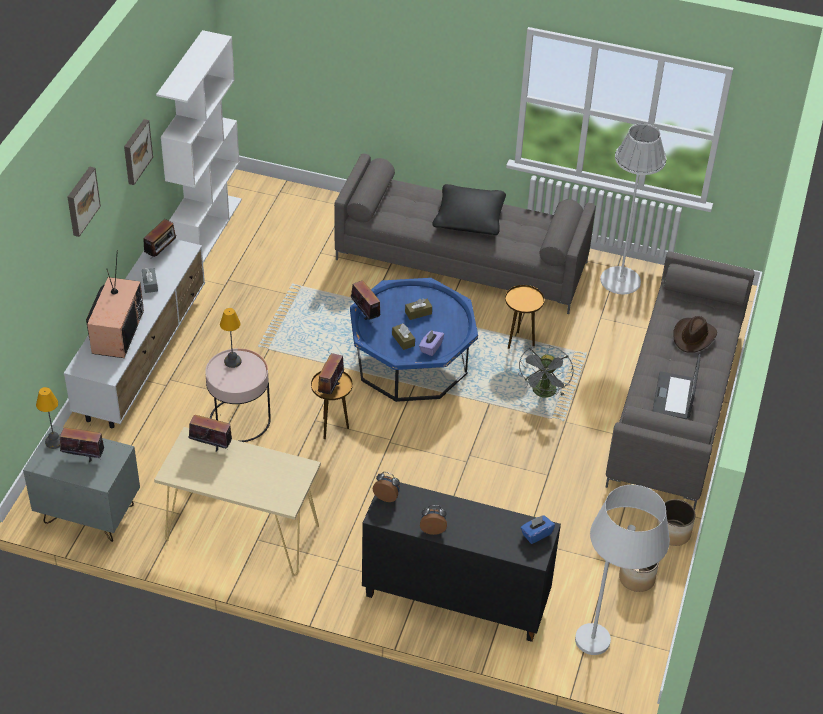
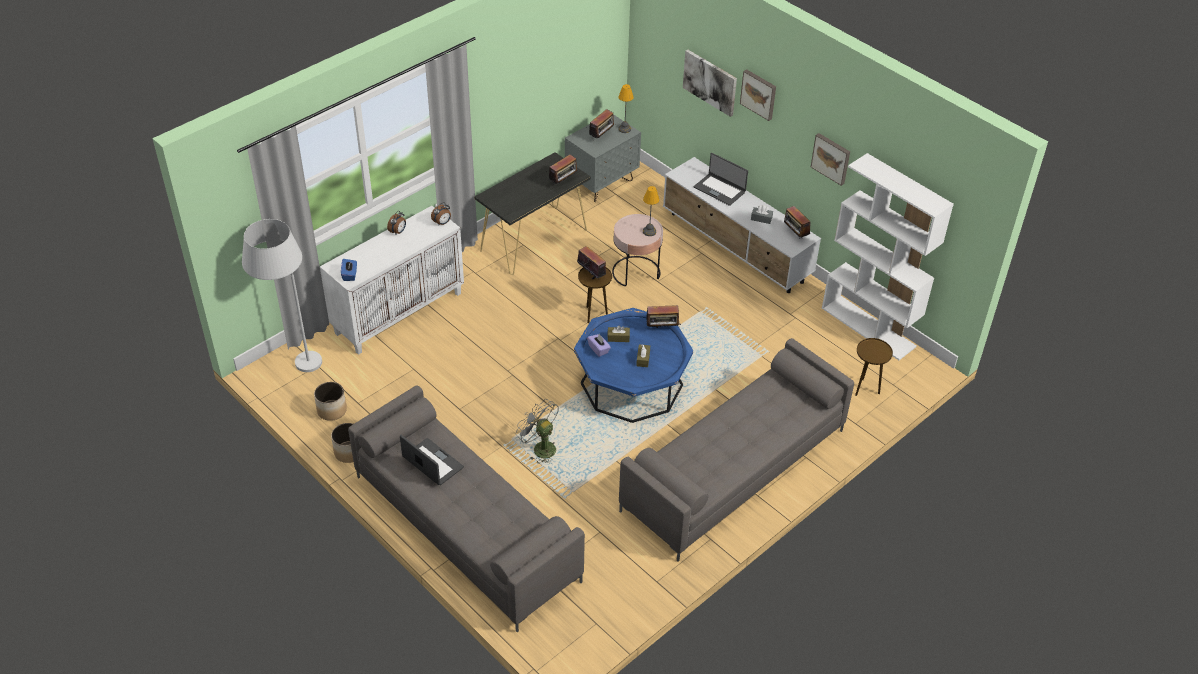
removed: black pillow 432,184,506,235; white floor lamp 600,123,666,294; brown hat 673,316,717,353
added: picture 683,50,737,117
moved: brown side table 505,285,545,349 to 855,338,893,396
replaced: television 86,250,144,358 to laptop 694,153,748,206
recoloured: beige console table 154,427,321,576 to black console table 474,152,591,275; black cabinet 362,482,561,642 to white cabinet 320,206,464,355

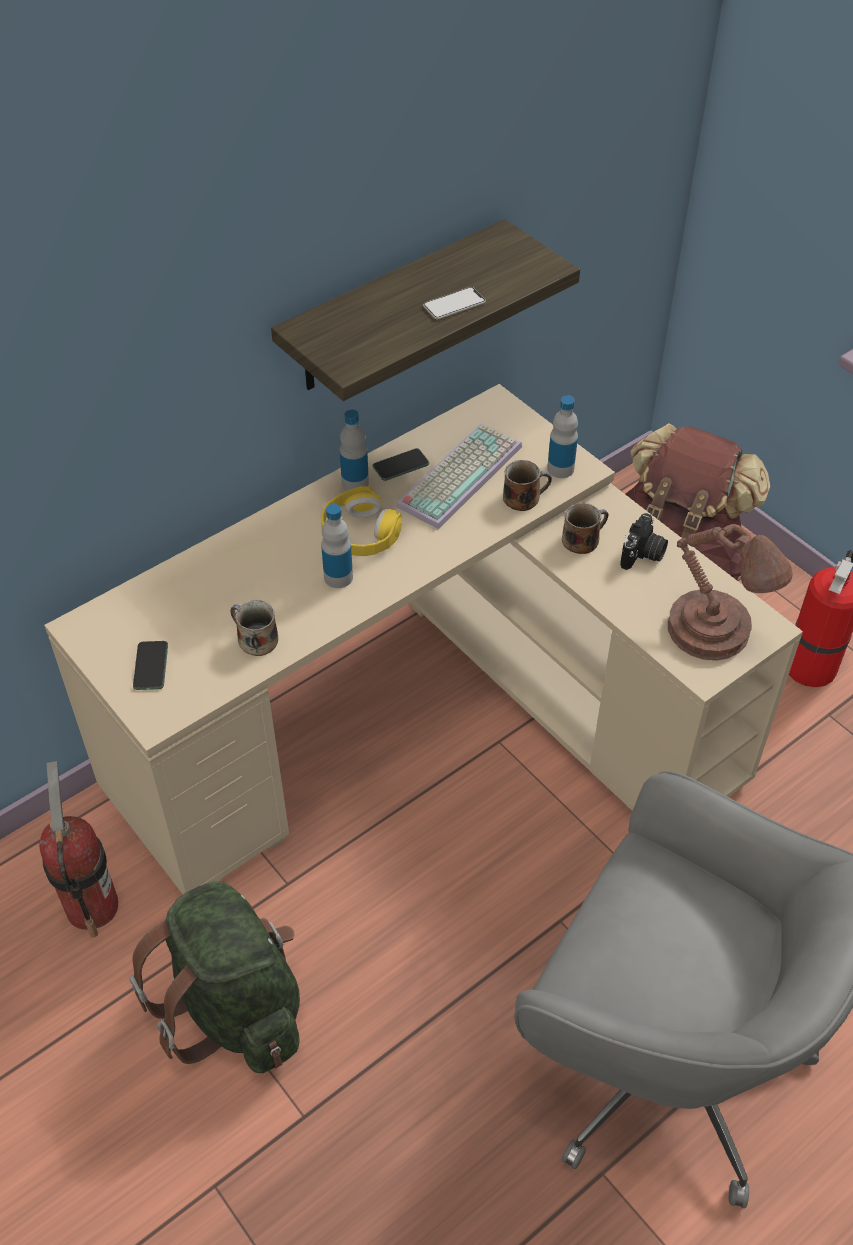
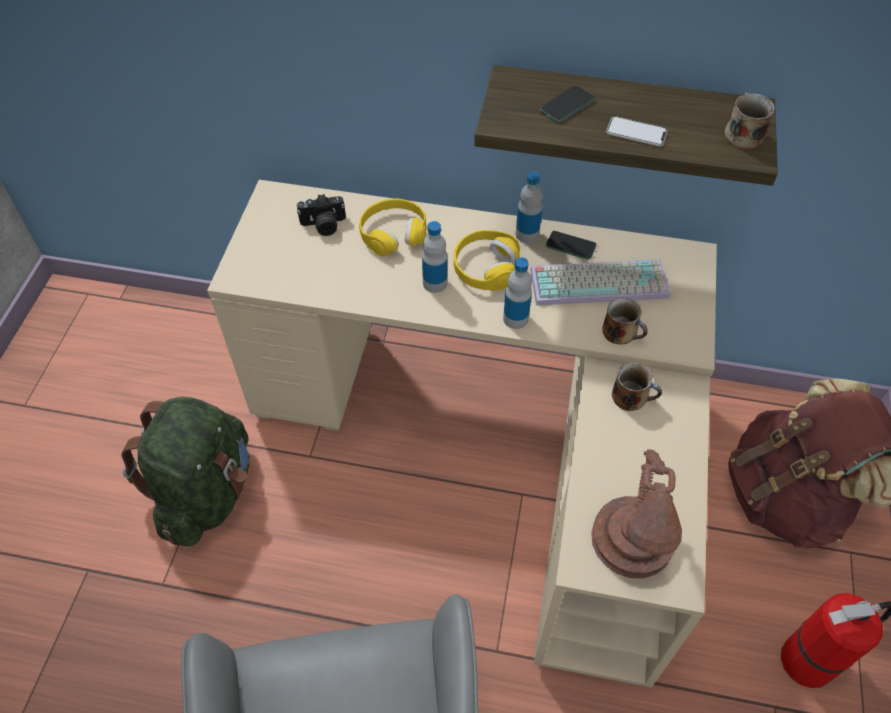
removed: fire extinguisher 39,761,118,937
added: yellow headphones 359,199,426,257
moved: phone 133,641,168,690 to 539,85,595,123; mug 231,600,278,656 to 725,93,775,150; bottle 547,395,578,478 to 503,257,532,329; photo camera 620,513,668,570 to 297,194,346,236

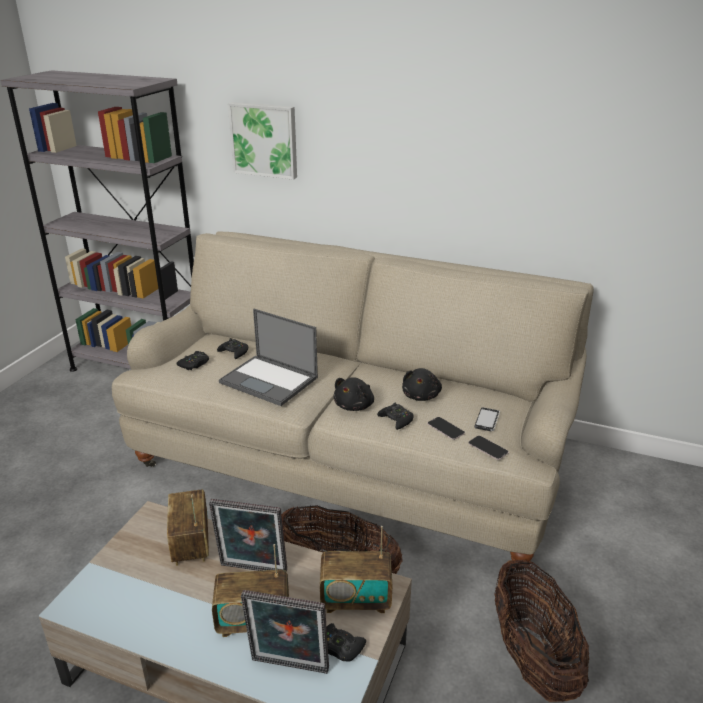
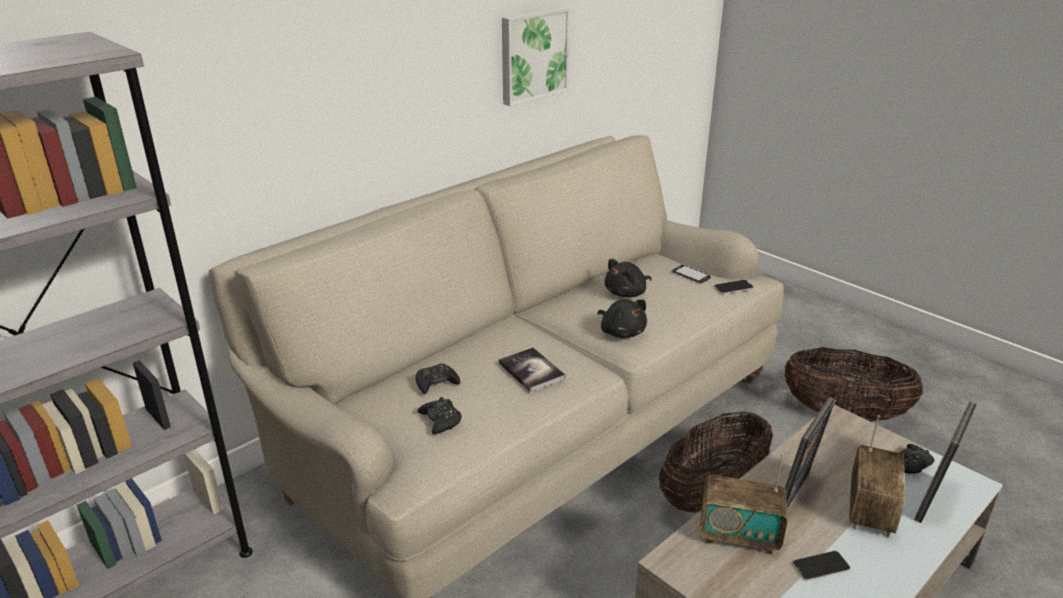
removed: radio 320,526,392,613; black game controller 377,403,414,430
moved: picture 228,102,297,180 to 502,7,570,106; phone 428,417,465,440 to 792,551,850,581
replaced: laptop 219,309,318,406 to book 499,348,565,392
turned: black plush toy 402,368,442,401 = 604,259,651,297 105 degrees clockwise

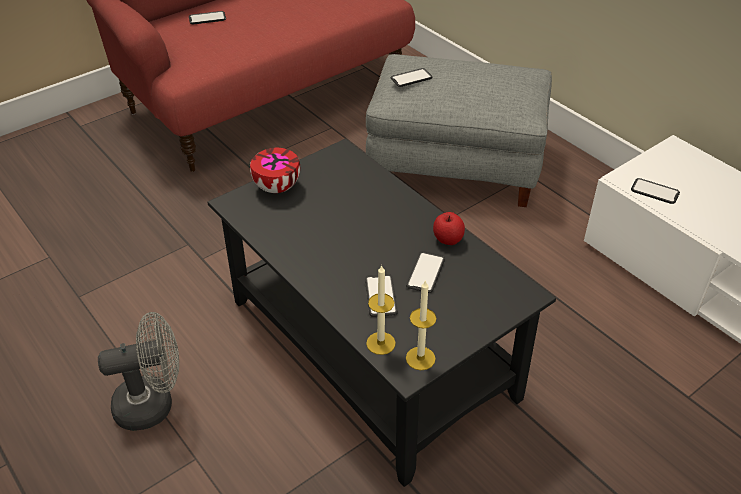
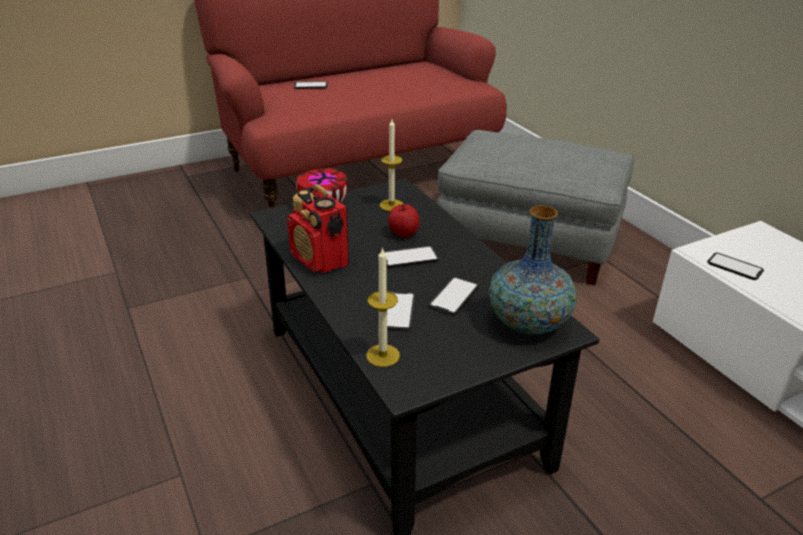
removed: grey fan 98,312,179,431
added: radio 287,184,349,273; vase 489,205,577,334
moved: phone 391,68,432,87 to 384,245,440,268; candle 406,280,436,370 to 380,119,403,211; apple 433,212,465,245 to 388,204,420,238

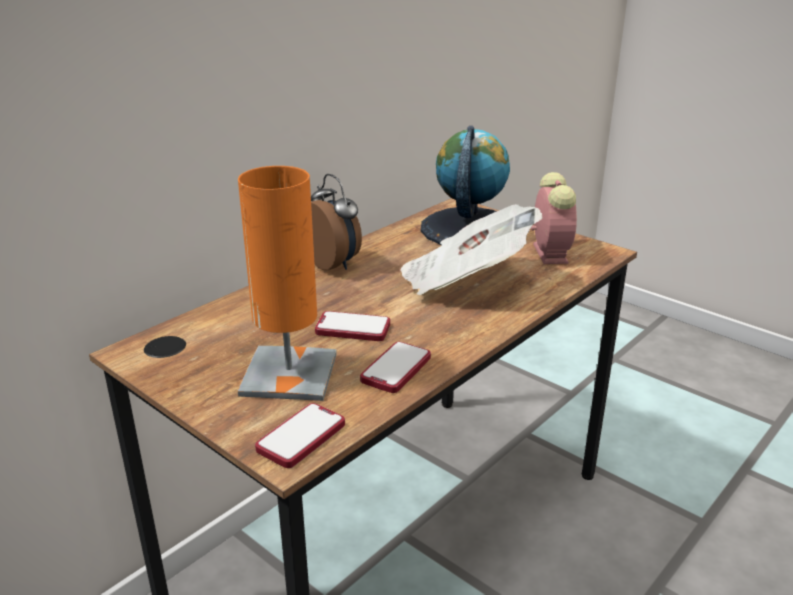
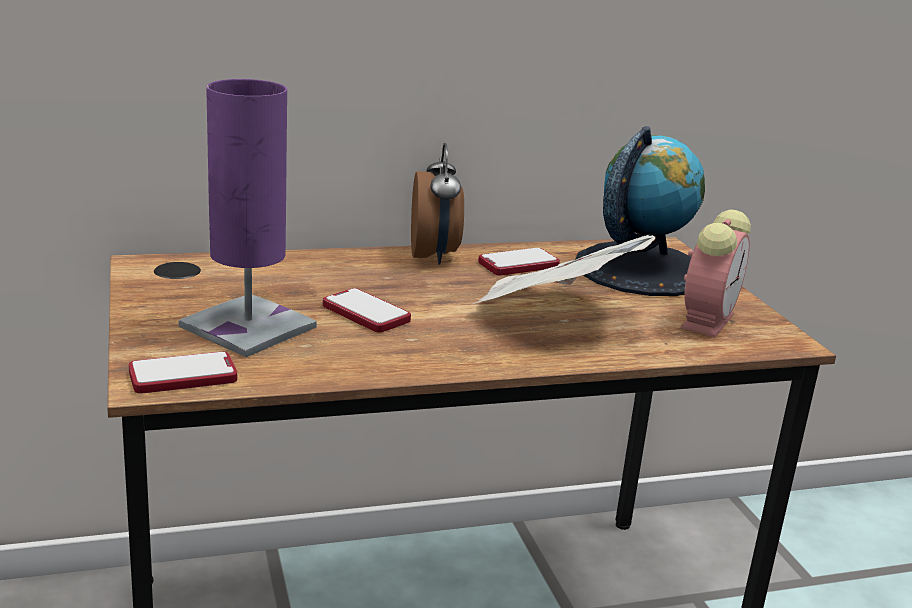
moved: phone 360,342,431,393 to 478,248,560,275
recoloured: orange table lamp 238,166,337,401 to purple table lamp 178,79,317,357

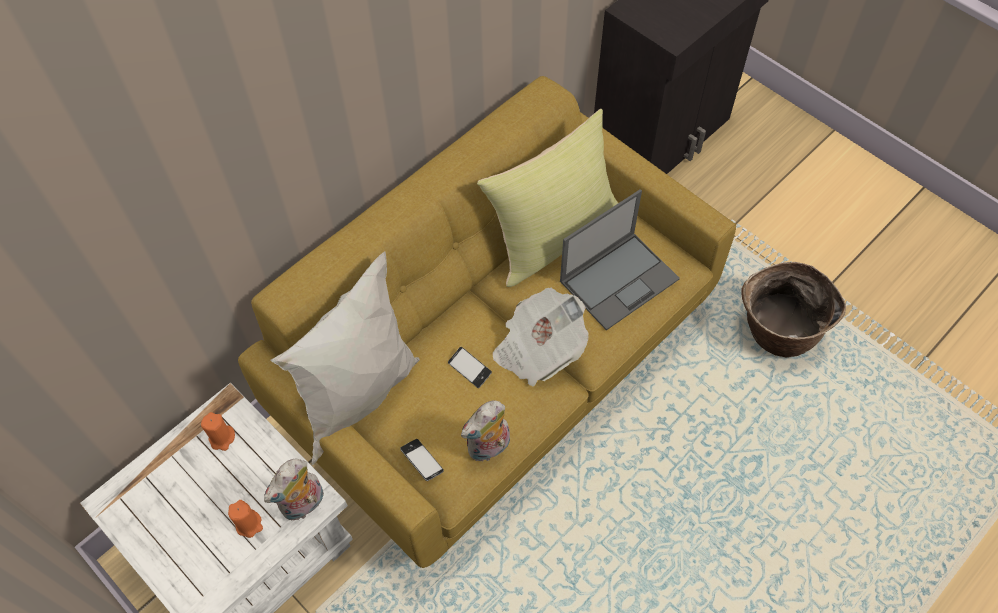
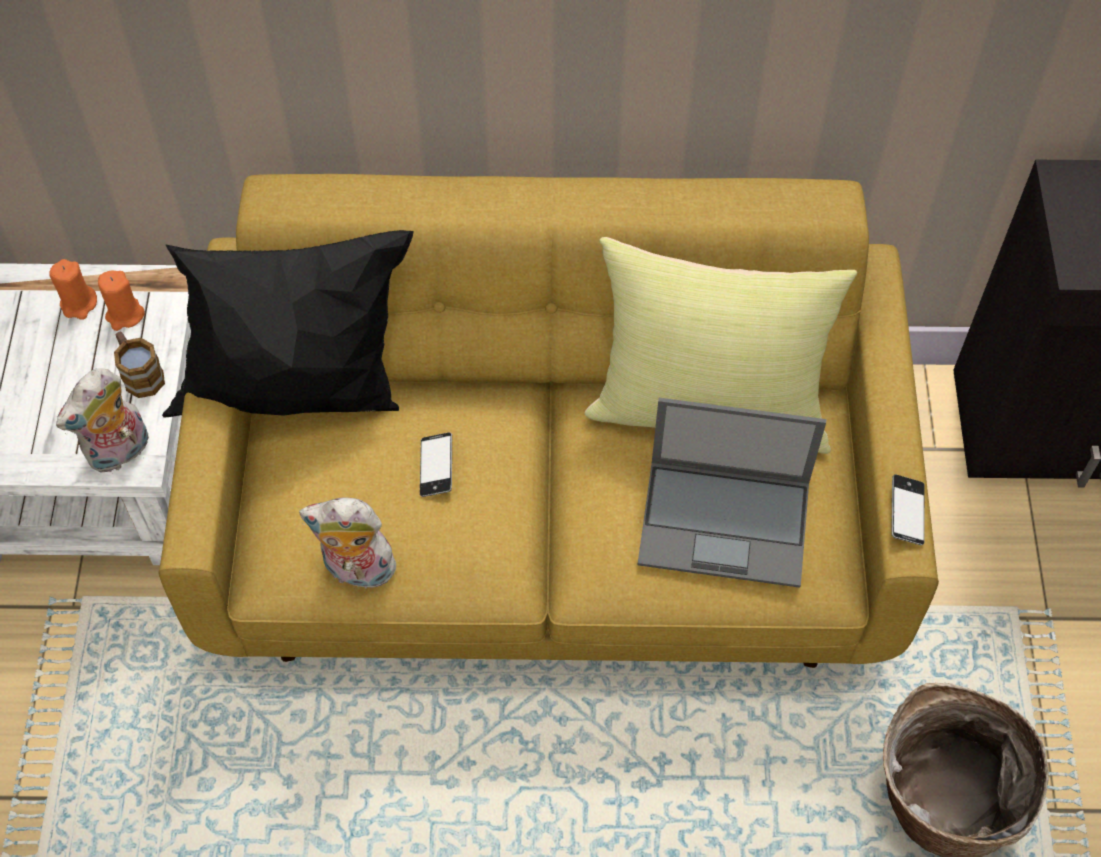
removed: newspaper 492,288,589,387
added: mug 114,332,165,398
moved: orange candle 228,500,263,538 to 49,259,97,320; phone 400,439,444,481 to 892,474,925,545
recoloured: white pillow 270,251,420,465 to black pillow 162,230,414,418
turned: plush toy 264,459,324,521 = 56,368,149,473 45 degrees counterclockwise

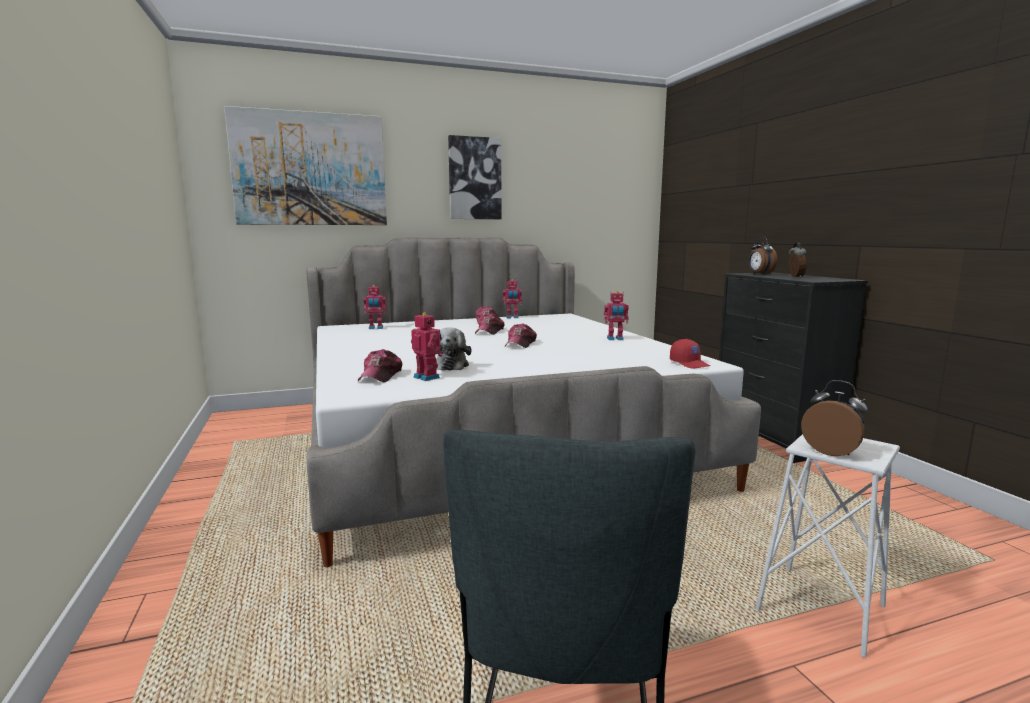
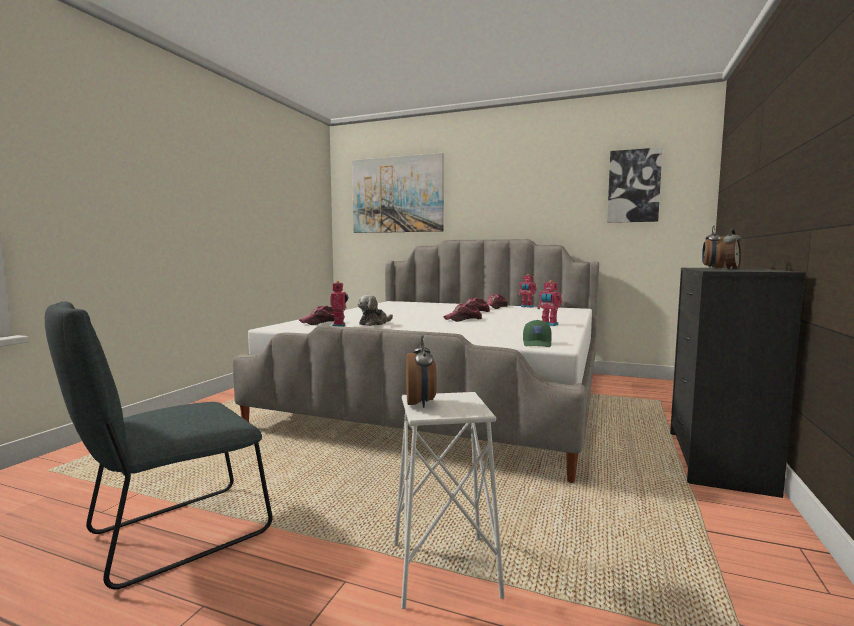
removed: toy robot 363,285,386,329
moved: picture 448,135,502,219 to 607,147,663,223
recoloured: red cap 670,339,710,369 to green cap 523,320,551,347

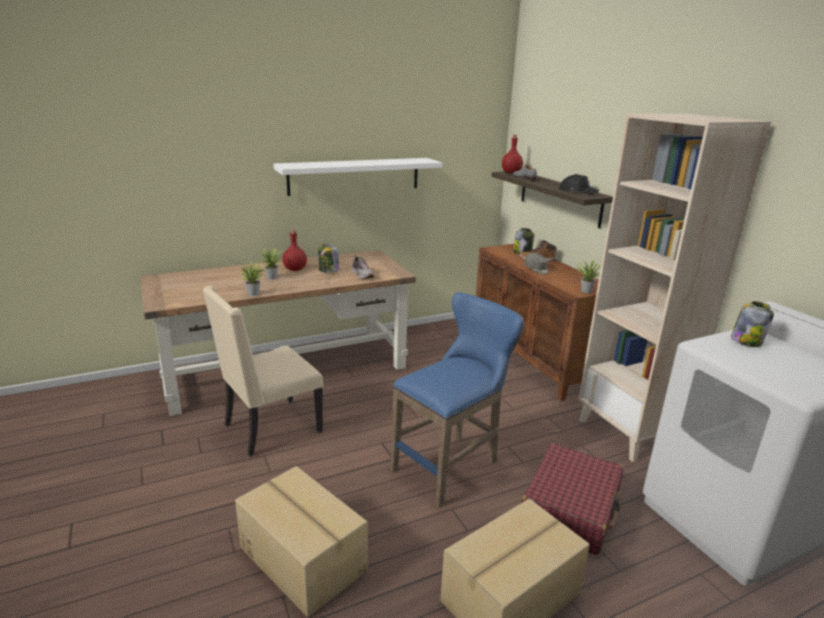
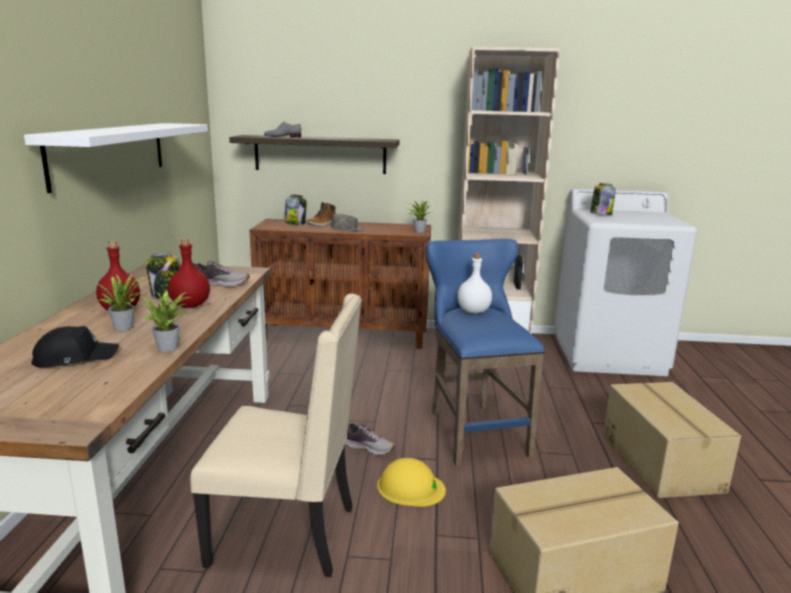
removed: red suitcase 522,443,623,555
added: shoe 345,423,395,456; yellow hard hat 377,458,446,507; white bottle 457,253,492,314
moved: red bottle 502,135,523,174 to 168,239,210,308; black cap 559,174,599,195 to 31,326,119,368
turned: beige chair 203,286,323,456 = 190,294,362,577 75 degrees counterclockwise

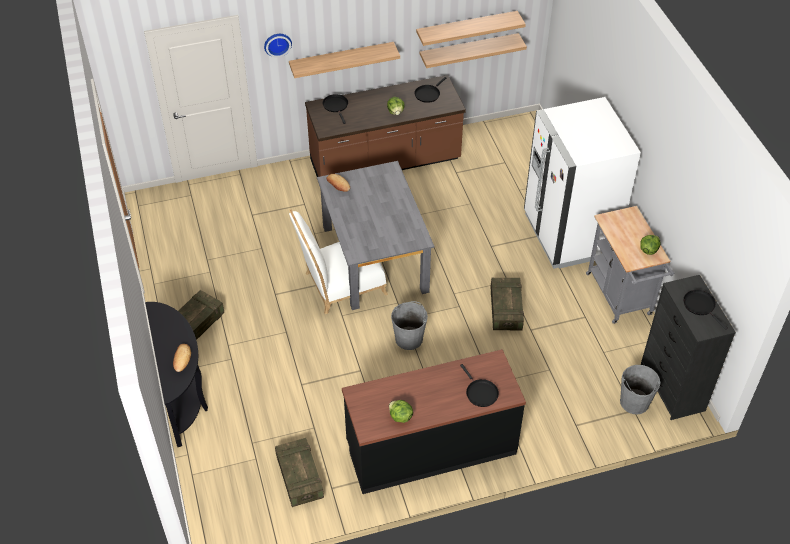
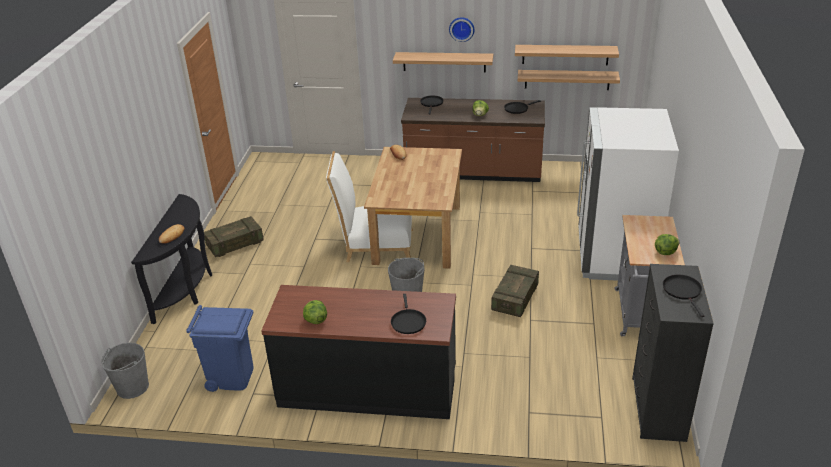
moved: wall clock 264,34,292,57 to 449,17,474,42; grey bucket 620,365,661,414 to 101,343,149,399
replaced: crate 275,438,324,507 to blue trash can 186,305,254,392
recoloured: grey dining table 317,161,434,310 to brown dining table 364,147,462,269

